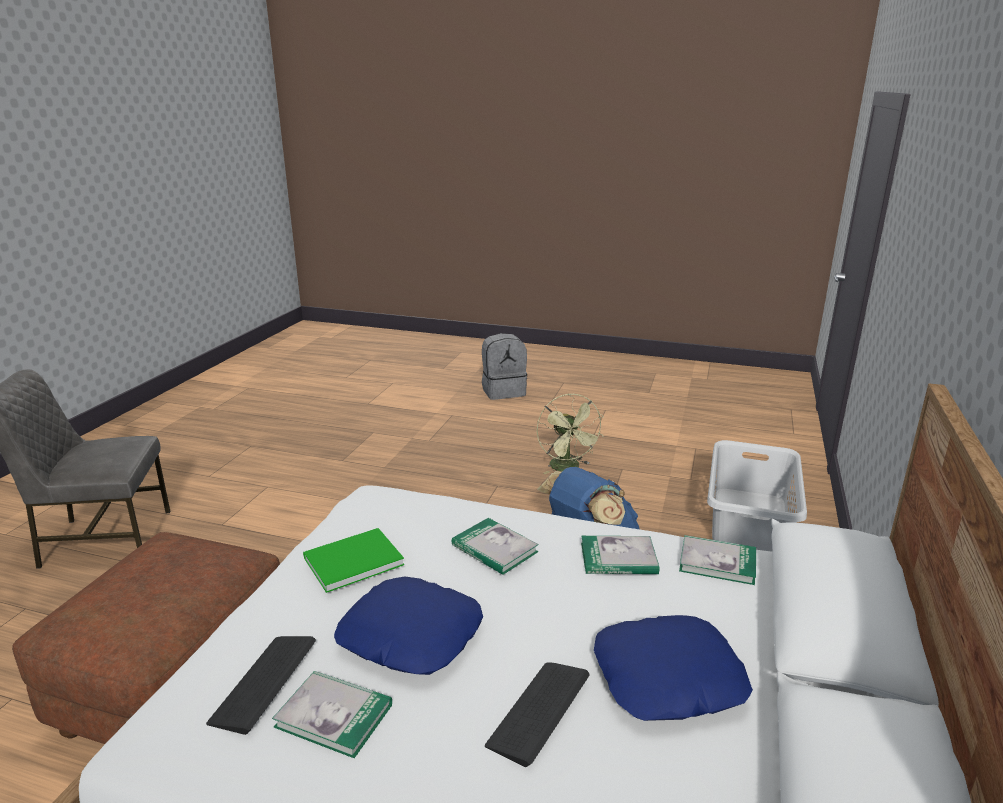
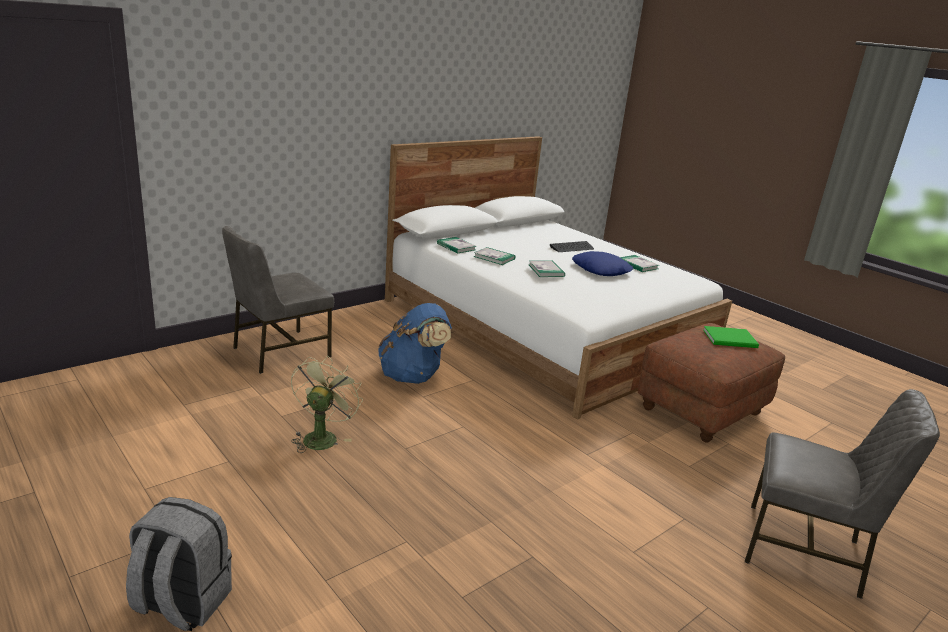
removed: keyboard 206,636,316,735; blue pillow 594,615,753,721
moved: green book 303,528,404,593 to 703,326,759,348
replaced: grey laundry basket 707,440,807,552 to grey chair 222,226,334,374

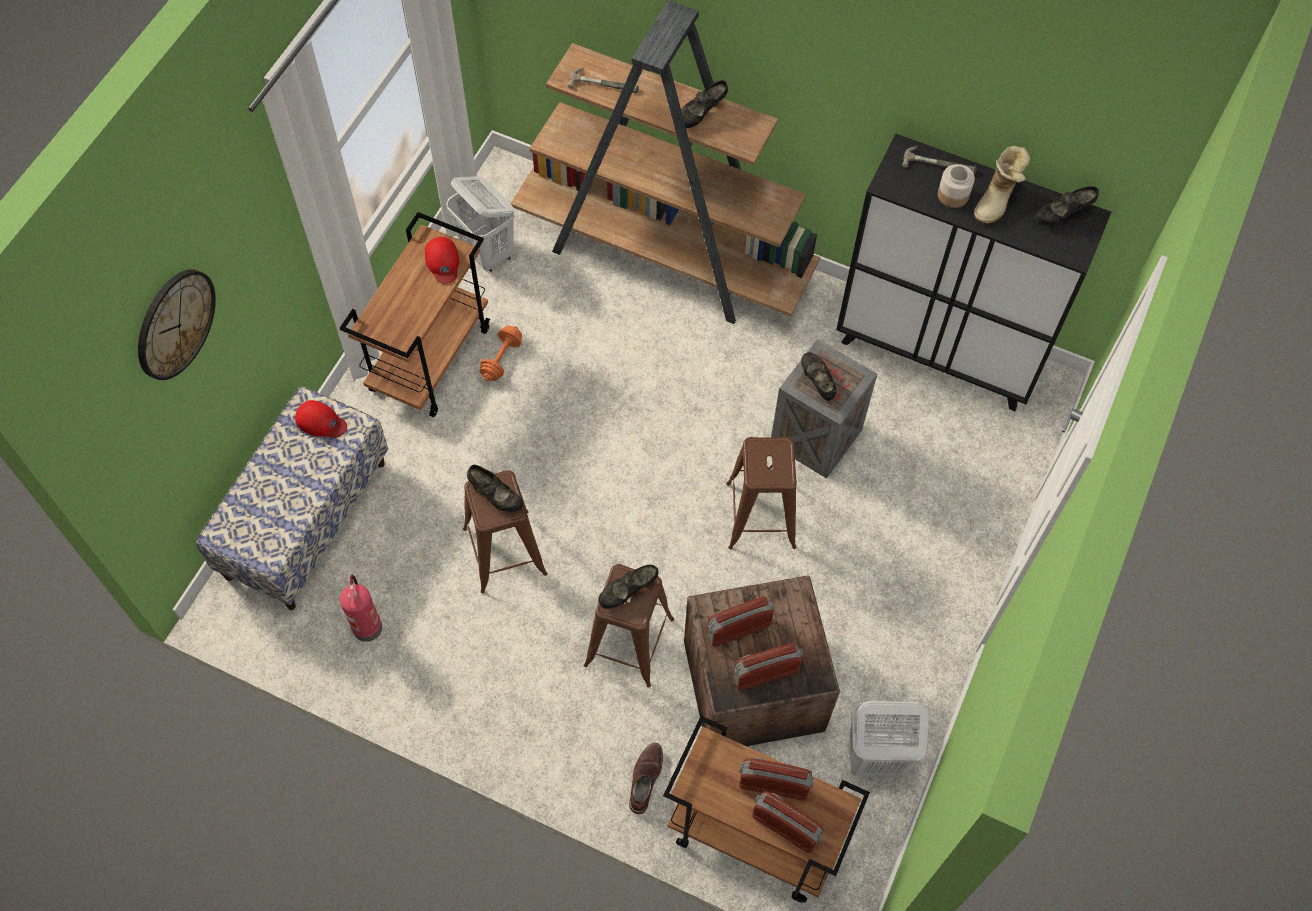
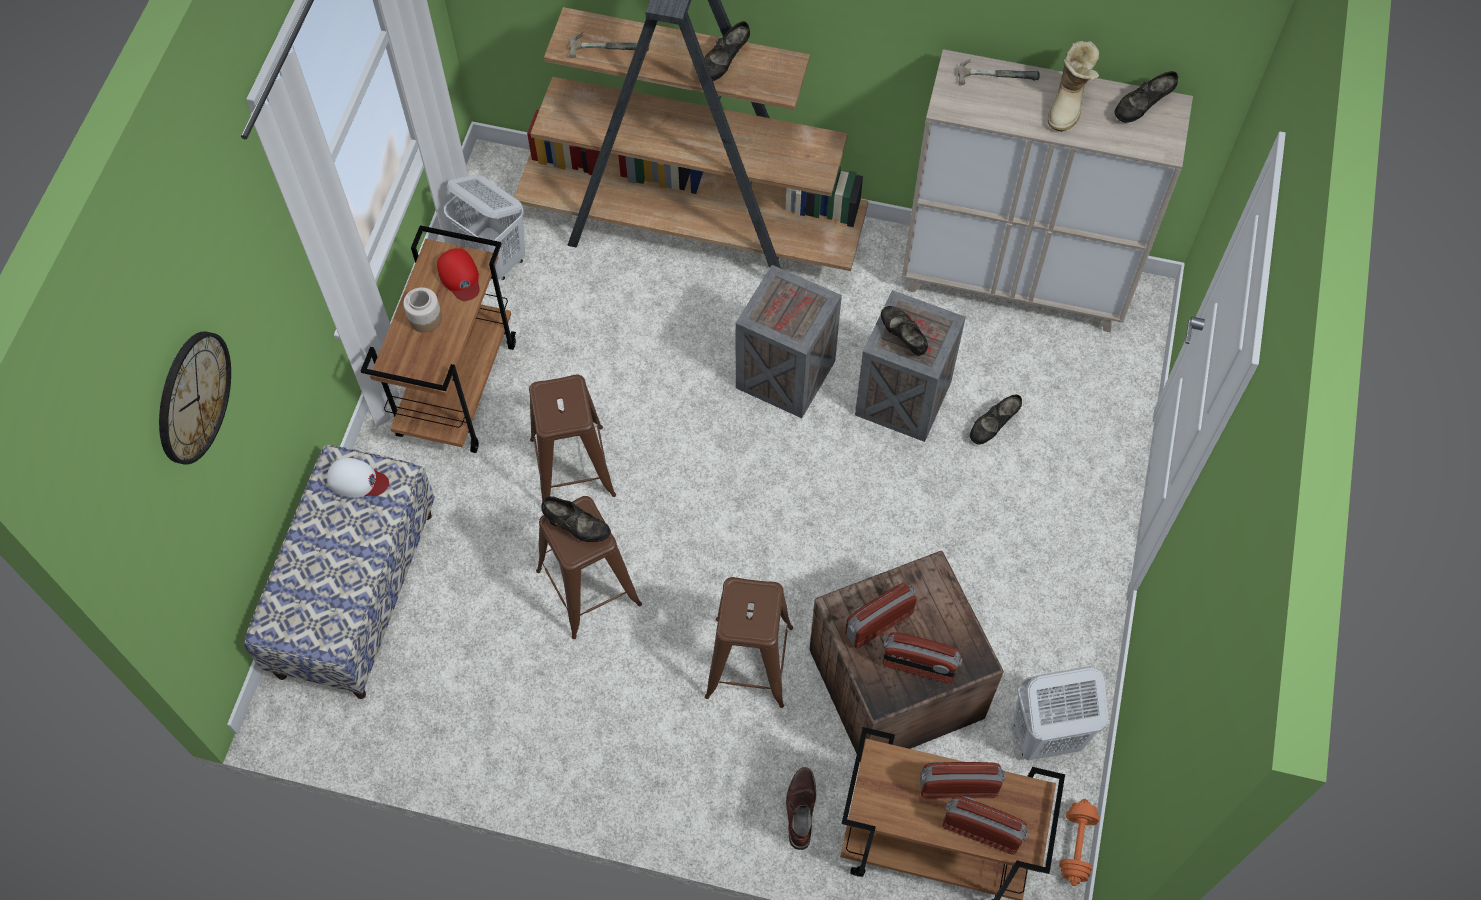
removed: fire extinguisher 340,575,382,642
added: crate 735,265,842,418
moved: orange dumbbell 480,325,522,381 to 1059,799,1099,886; black shoe 598,565,658,609 to 970,394,1022,445; brown stool 726,437,797,549 to 529,375,616,502; jar 938,164,975,208 to 403,287,442,333
recoloured: red cap 295,400,347,438 to white cap 327,458,389,498; black cabinet 836,134,1111,411 to beige cabinet 902,49,1193,332
turned: radio 733,643,803,690 = 882,632,963,683 135 degrees counterclockwise

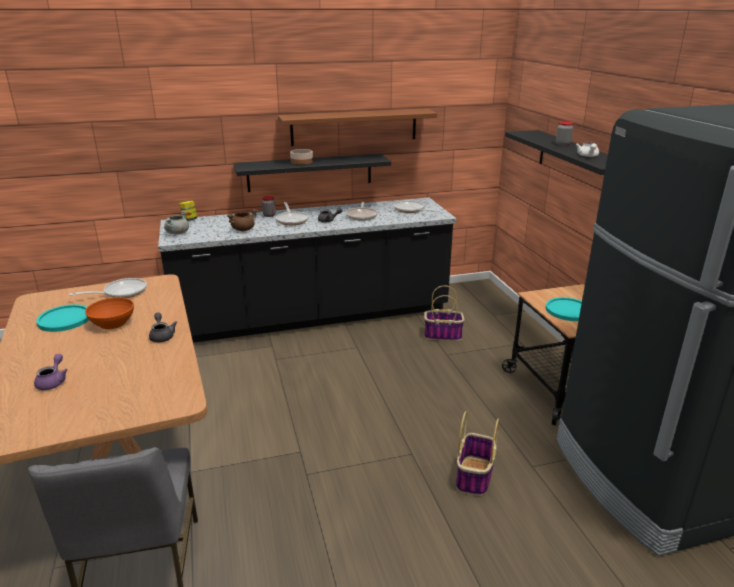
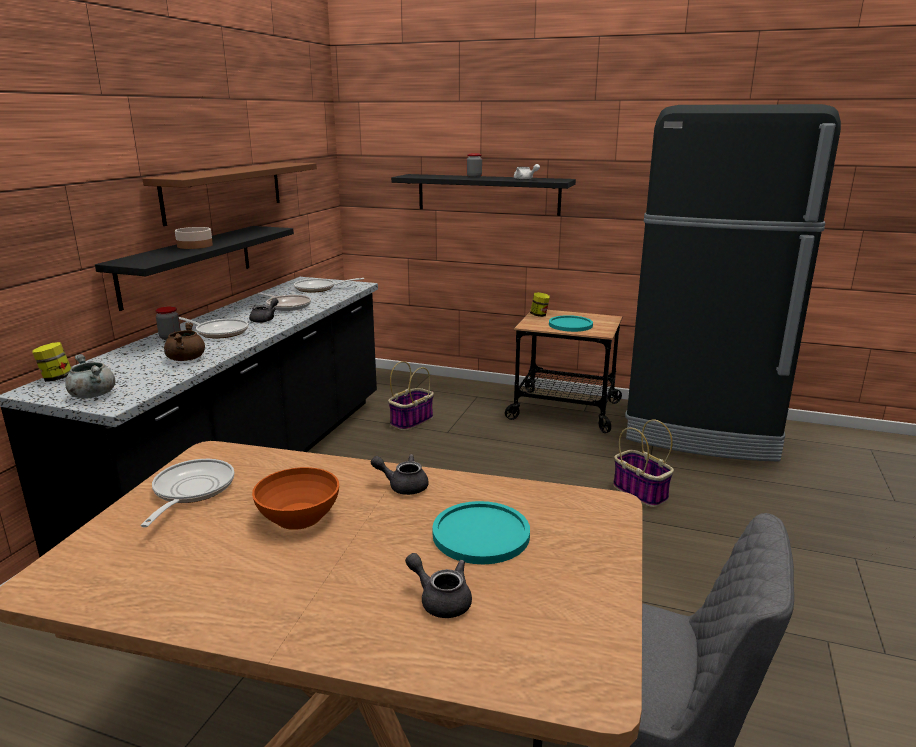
added: jar 530,292,550,317
moved: turquoise plate 36,304,89,332 to 432,501,530,564
recoloured: purple teapot 34,354,68,390 to grey teapot 405,553,472,618

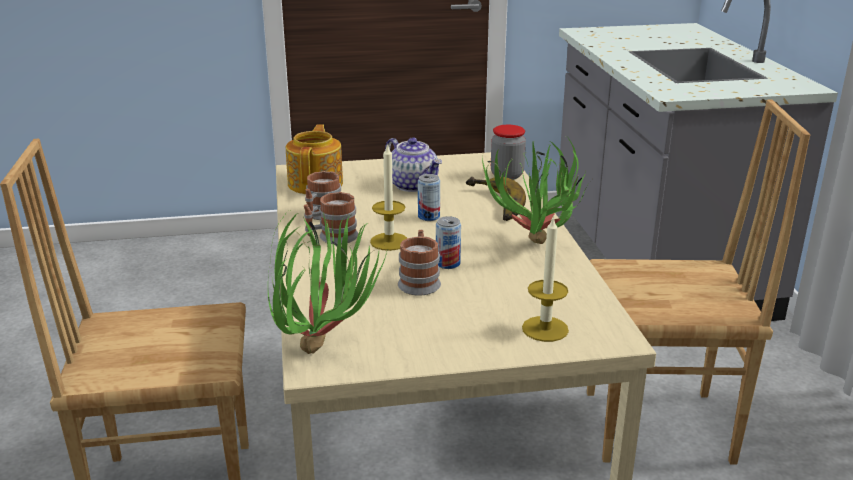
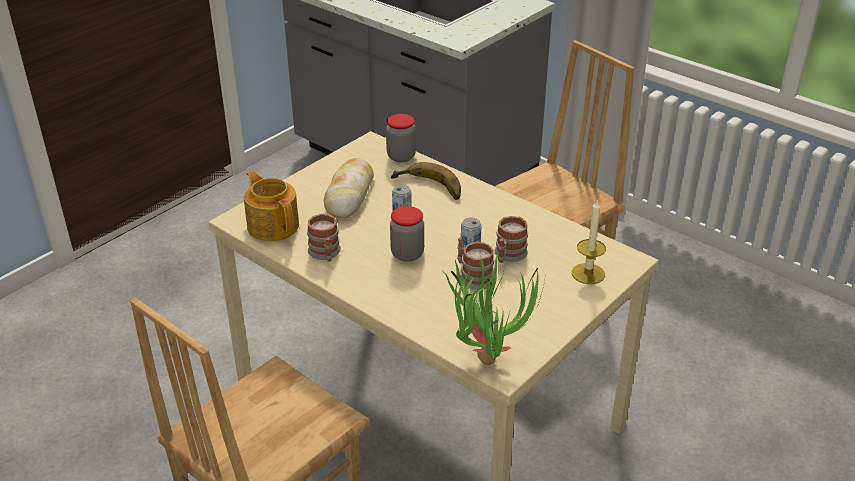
removed: potted plant 482,138,590,244
moved: mug 304,192,358,244 to 495,216,528,263
replaced: candle 370,143,407,251 to jar 390,206,424,262; teapot 385,137,442,192 to bread 324,158,374,218

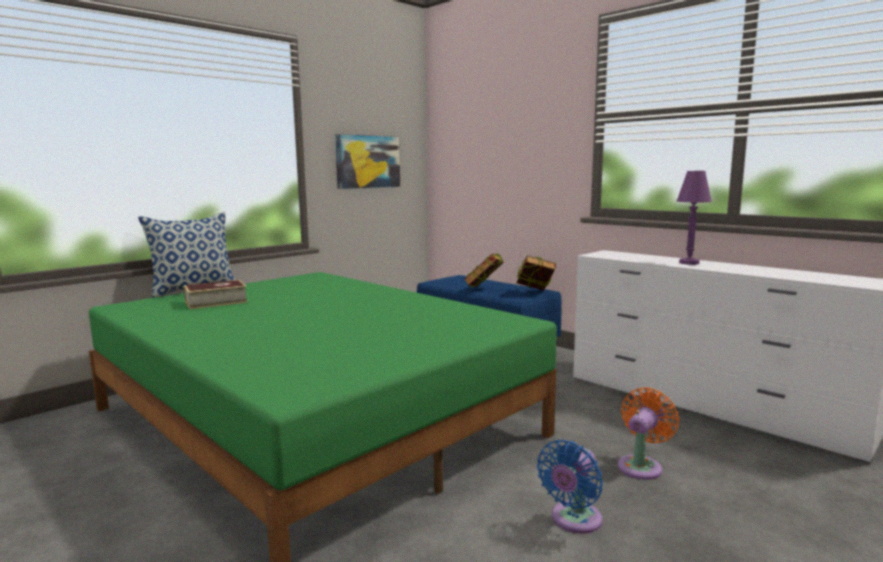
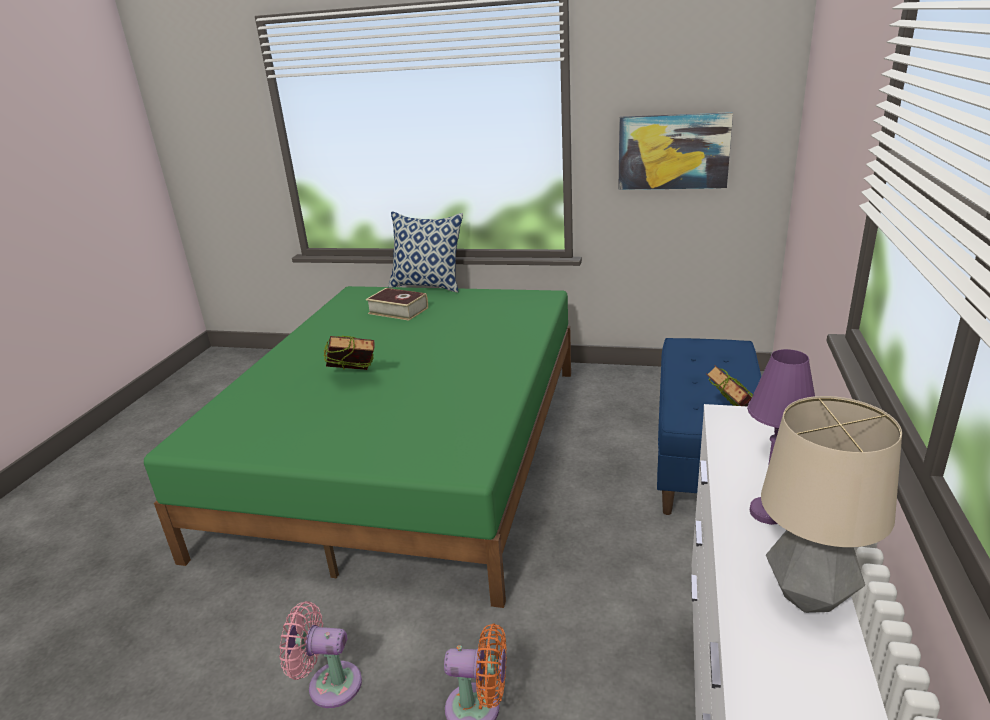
added: table lamp 761,396,902,613
moved: book 464,253,504,287 to 324,336,375,370
recoloured: blue fan 537,440,603,534 to pink fan 279,601,362,708

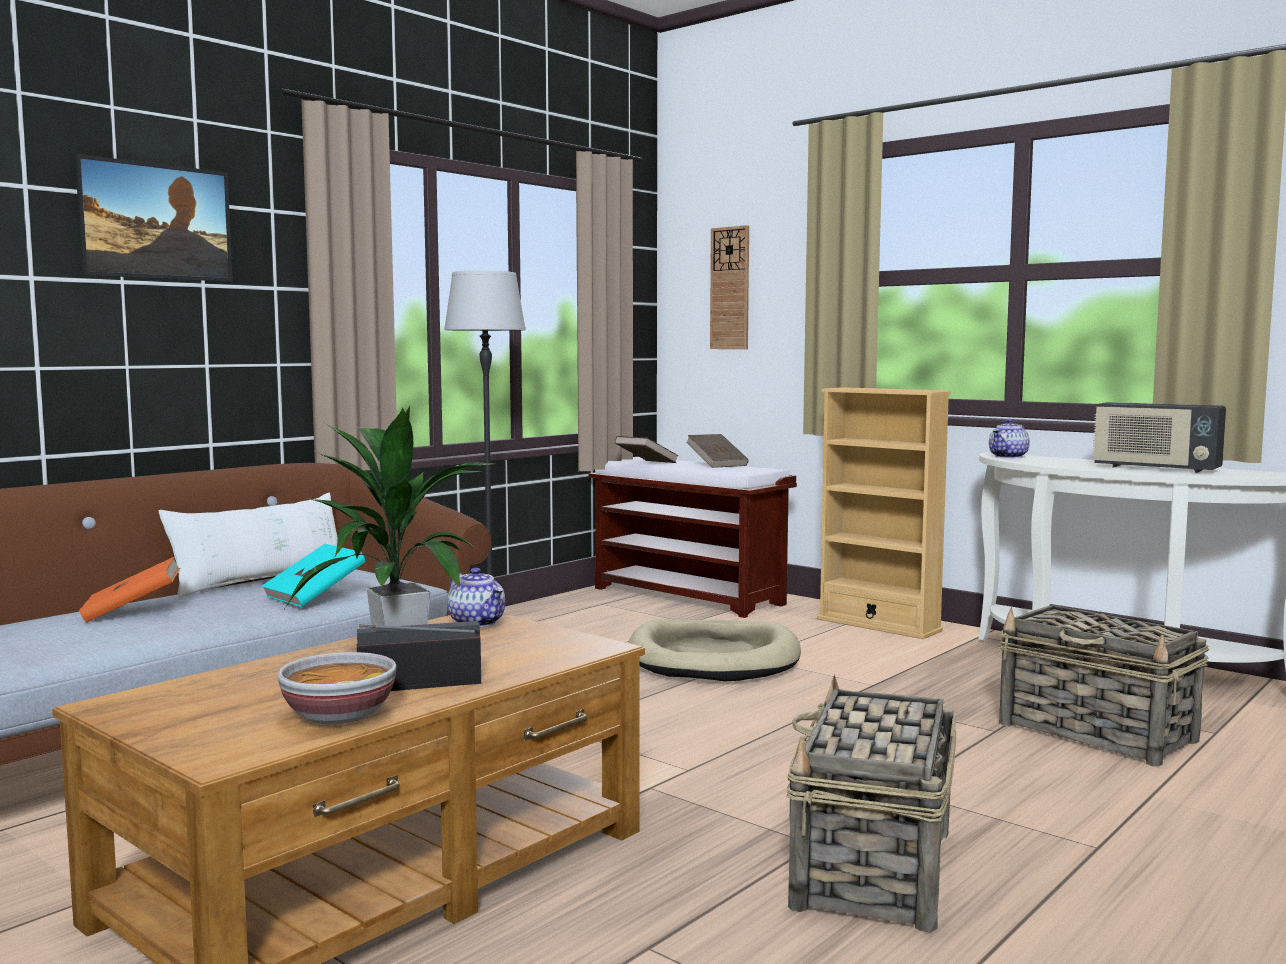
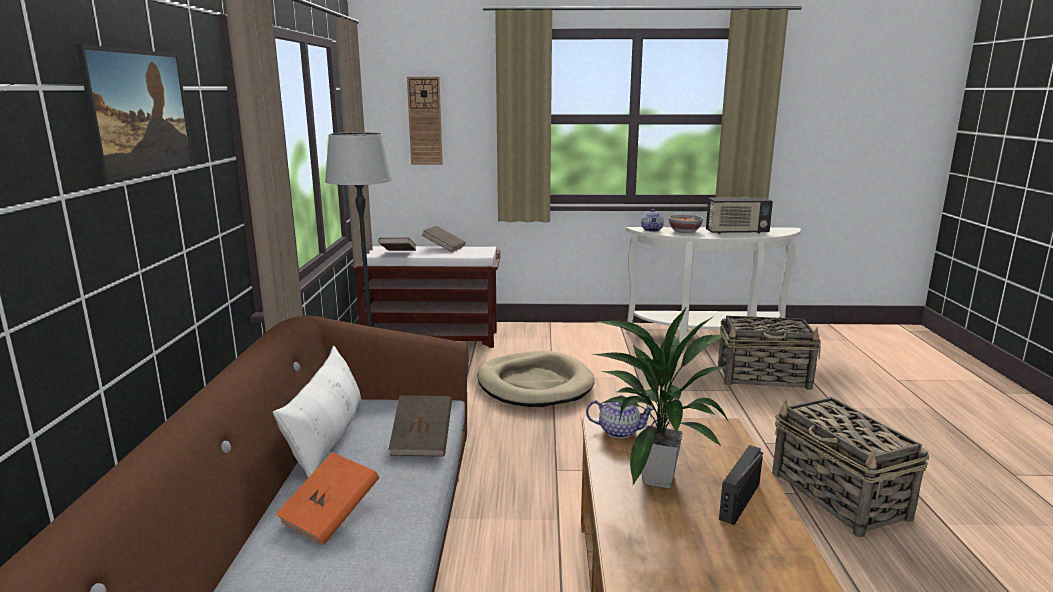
removed: beige bookcase 817,387,951,639
moved: bowl 278,652,397,724 to 669,215,703,233
recoloured: turquoise book 261,544,365,607 to brown book 389,395,452,457

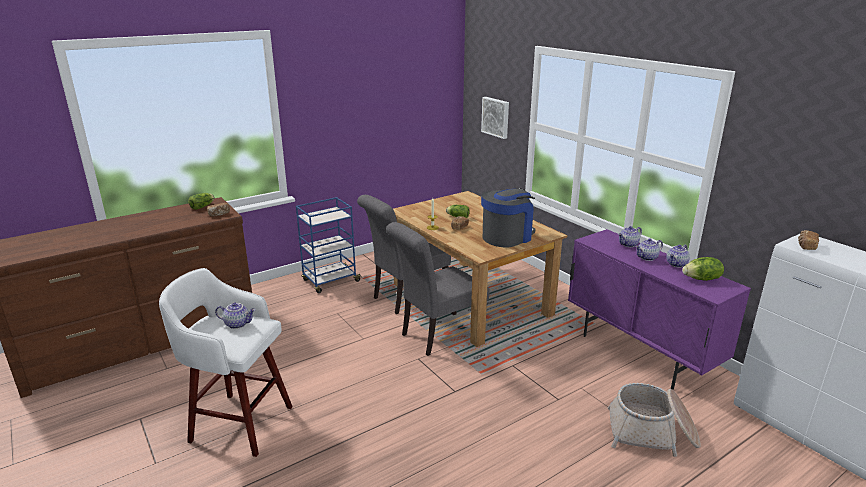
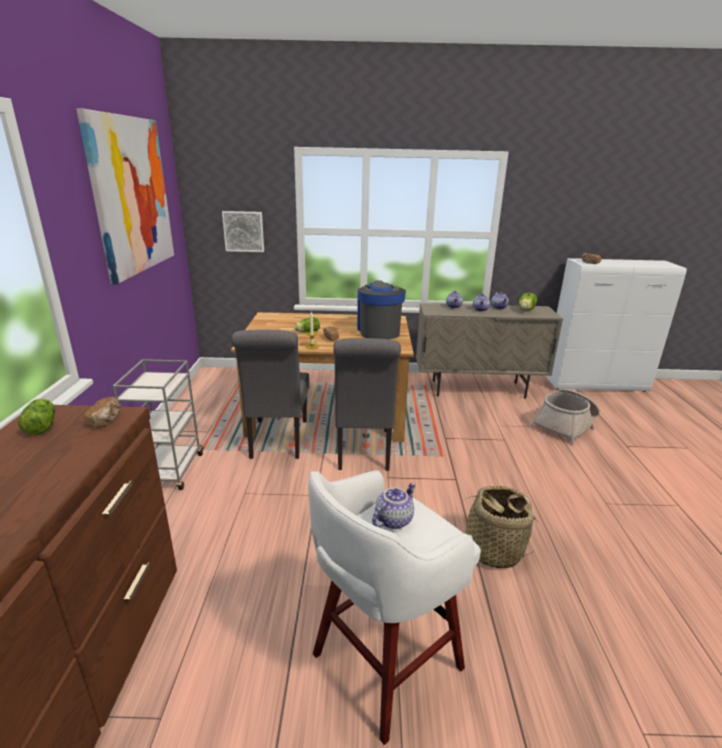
added: picture 76,108,174,284; basket 454,486,538,569
recoloured: blue cart 296,197,362,293 to grey cart 113,359,204,490; purple cabinet 568,229,751,390 to beige cabinet 416,303,563,399

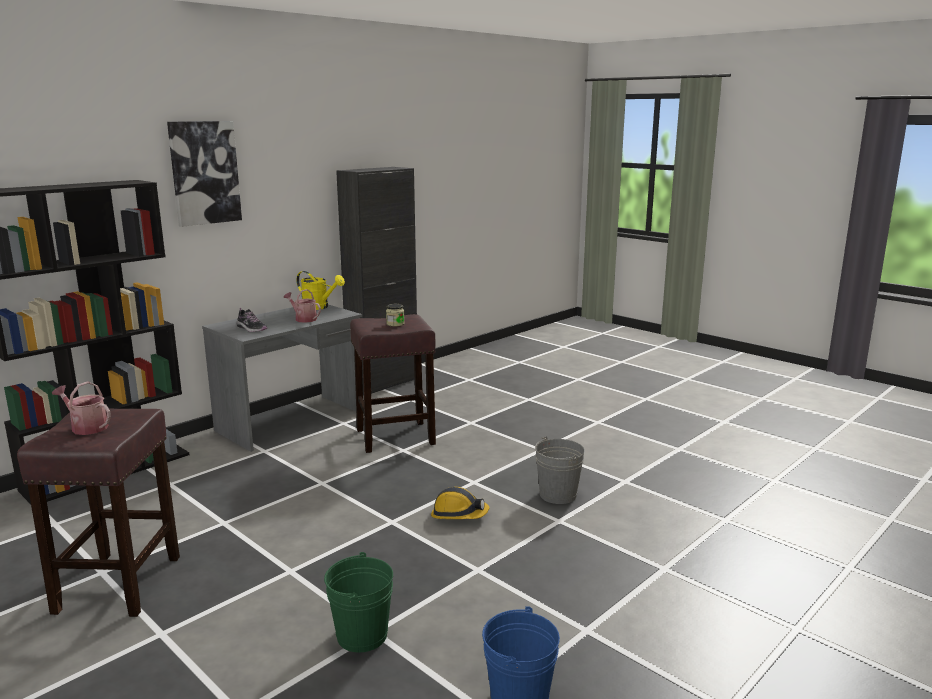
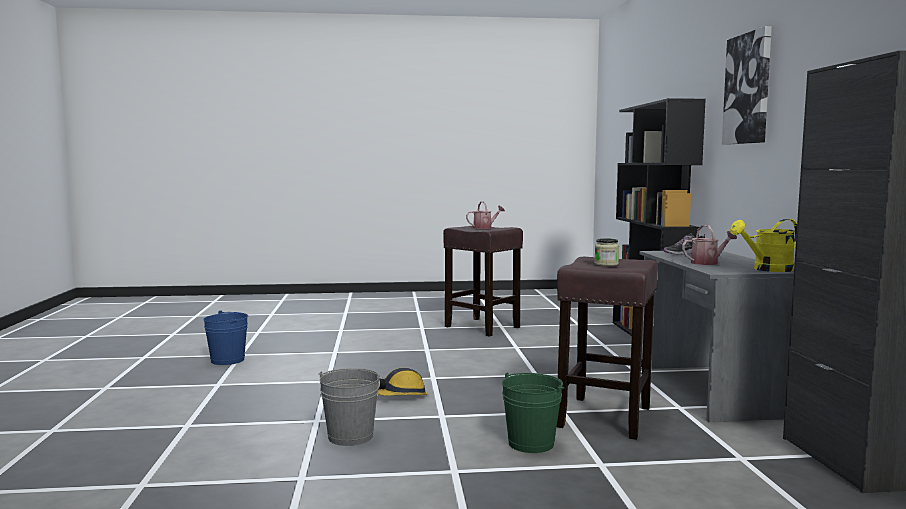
moved: green bucket 324,552,393,652 to 502,373,564,453

